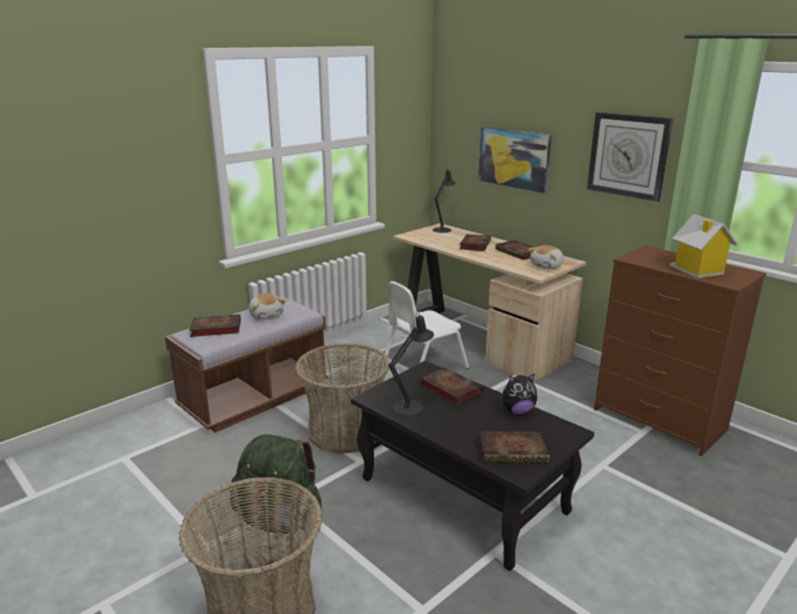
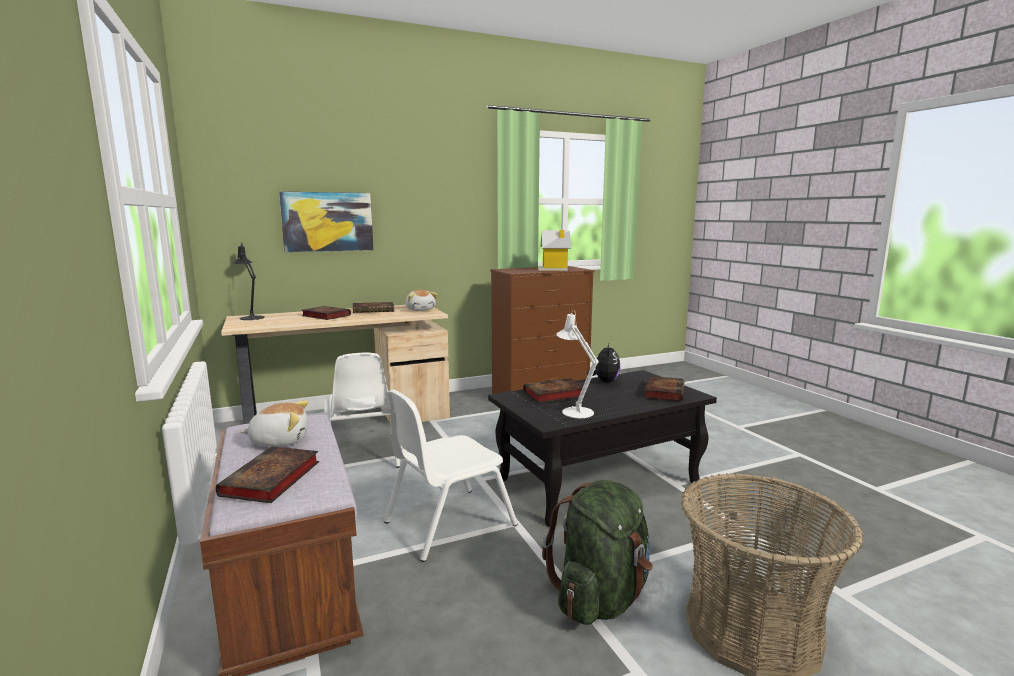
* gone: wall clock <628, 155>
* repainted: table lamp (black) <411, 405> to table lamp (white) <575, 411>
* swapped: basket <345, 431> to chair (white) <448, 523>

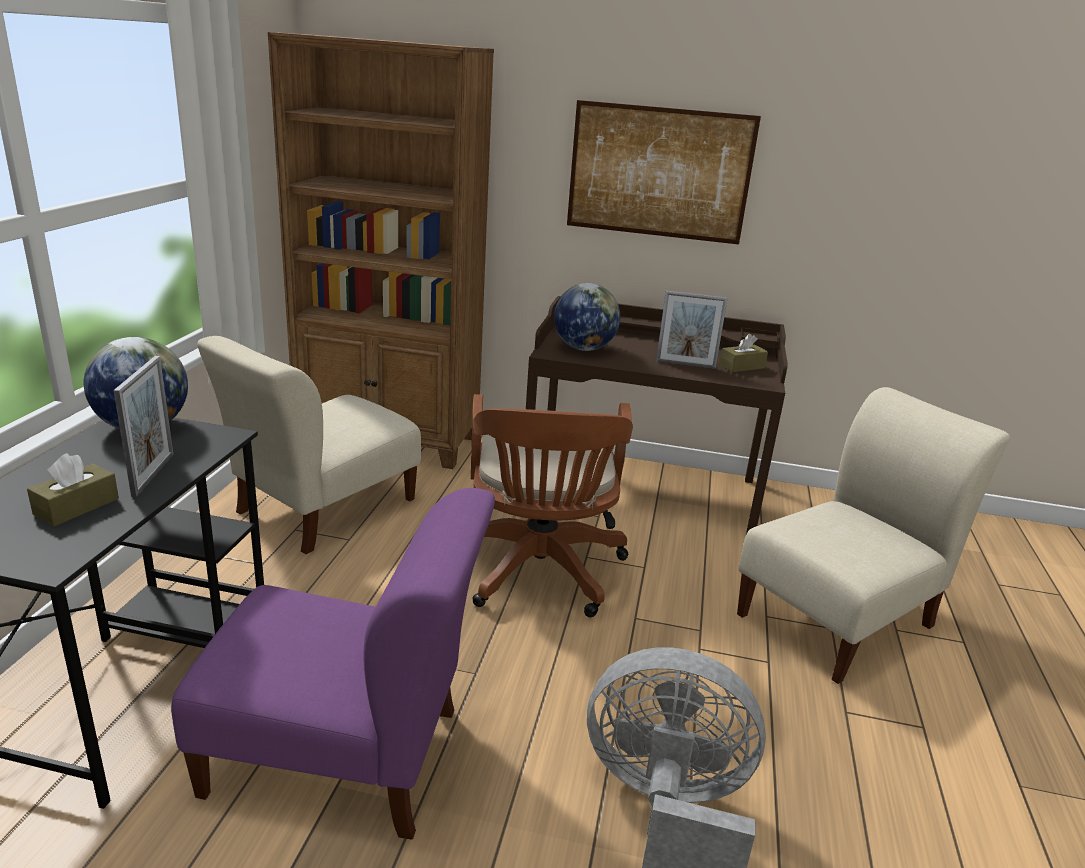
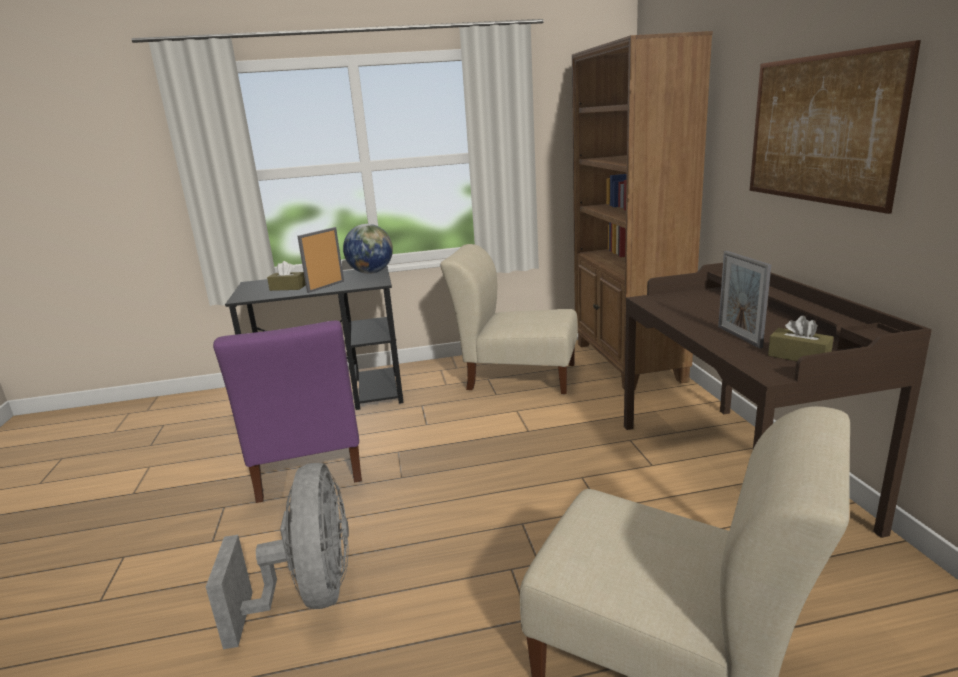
* gone: globe <584, 348>
* rotated: picture frame <153, 474> = <326, 286> 150 degrees clockwise
* gone: office chair (brown) <539, 573>

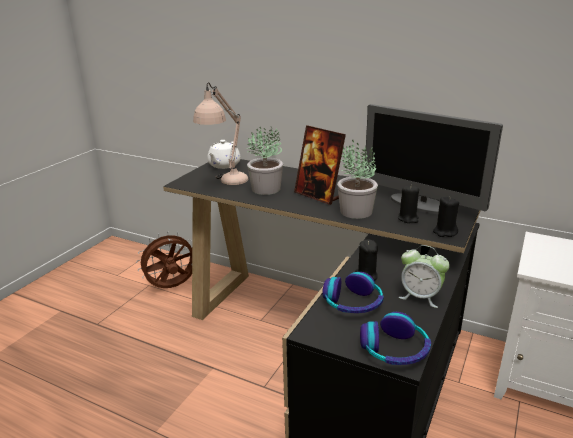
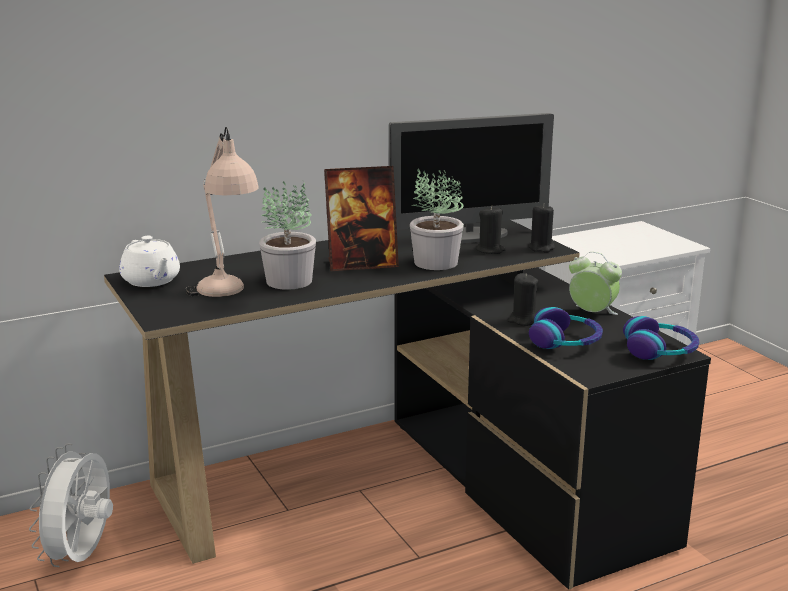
* repainted: fan (brown) <172, 287> to fan (white) <83, 557>
* rotated: alarm clock <420, 297> = <592, 313> 120 degrees counterclockwise

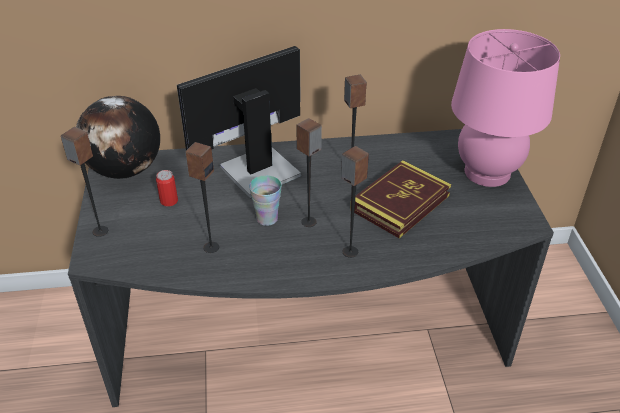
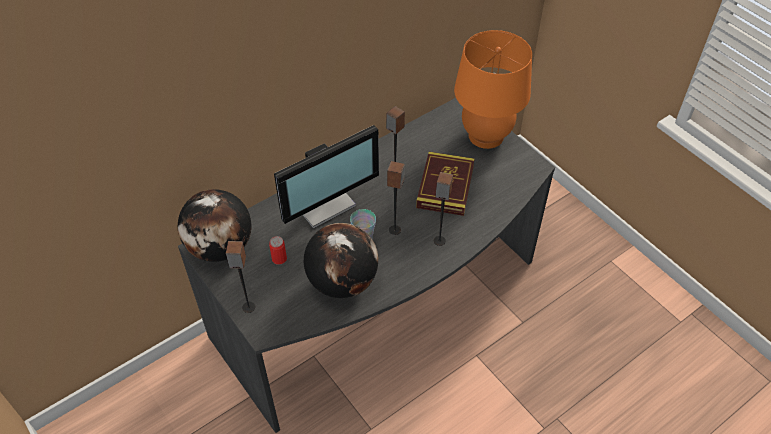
* repainted: table lamp (pink) <487, 172> to table lamp (orange) <486, 136>
* rotated: monitor <257, 170> = <323, 203> 150 degrees counterclockwise
* swapped: speaker <211, 247> to globe <342, 281>

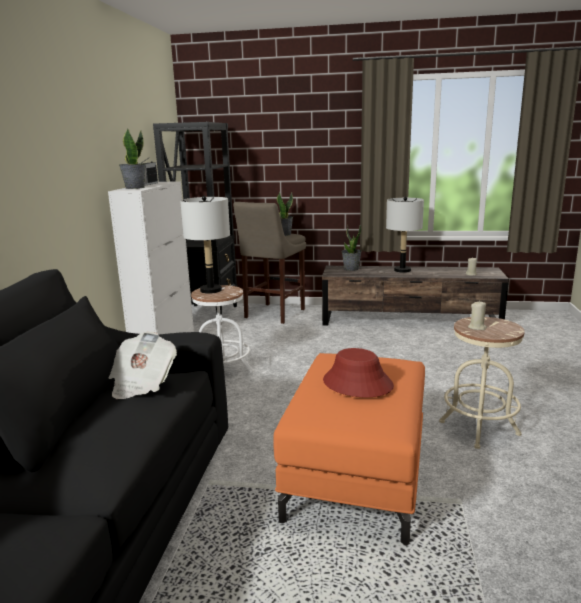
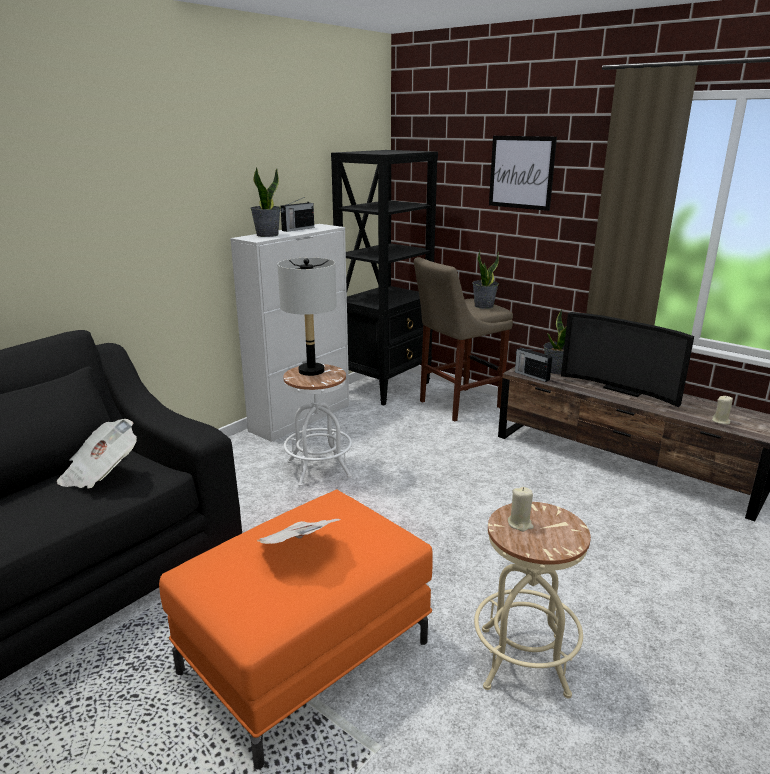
* swapped: table lamp (grey) <402, 270> to television <623, 389>
* swapped: hat (red) <357, 383> to newspaper <299, 549>
* new: picture <521, 172>
* new: radio <531, 375>

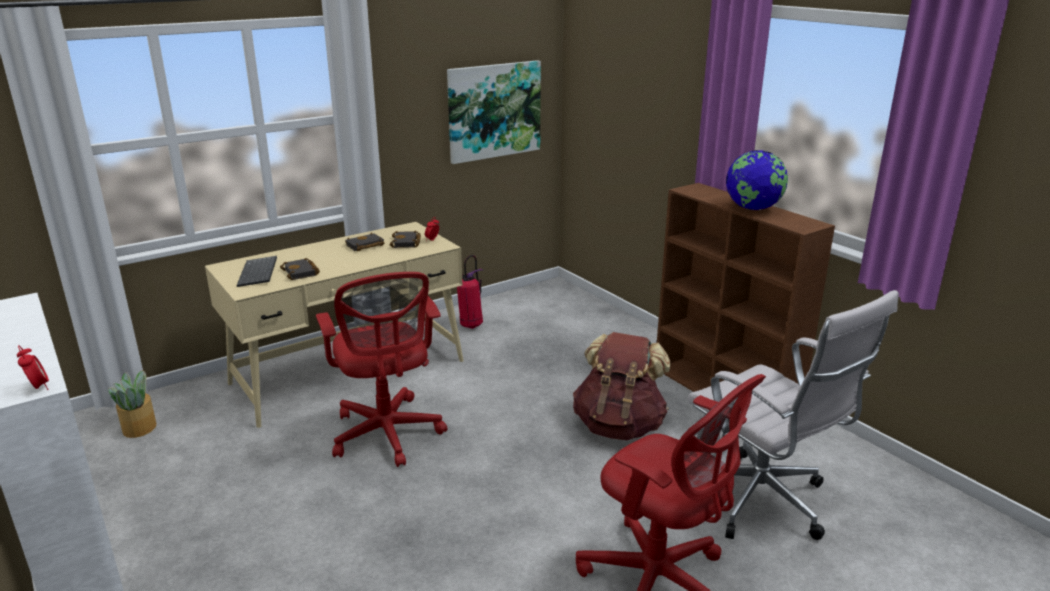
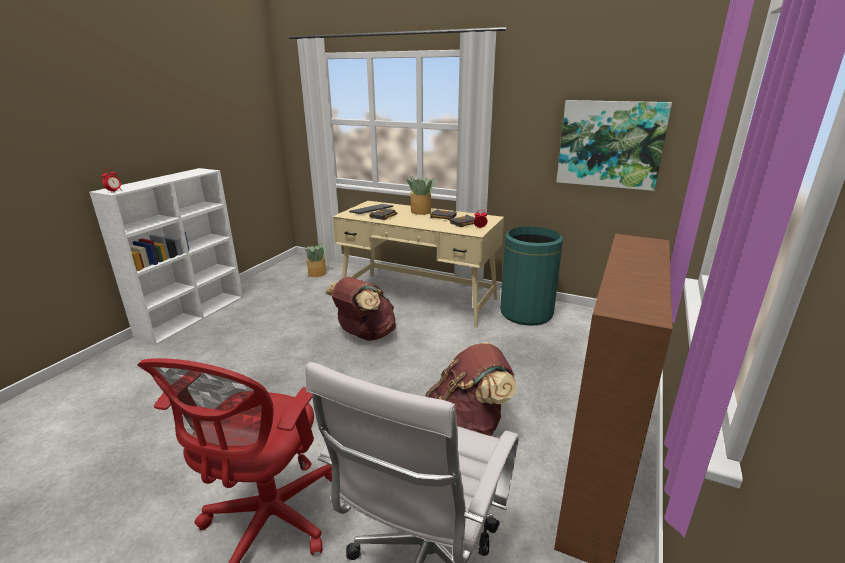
* gone: globe <753, 209>
* swapped: fire extinguisher <471, 325> to trash can (green) <526, 313>
* swapped: office chair (red) <387, 435> to backpack (brown) <365, 335>
* new: potted plant <421, 212>

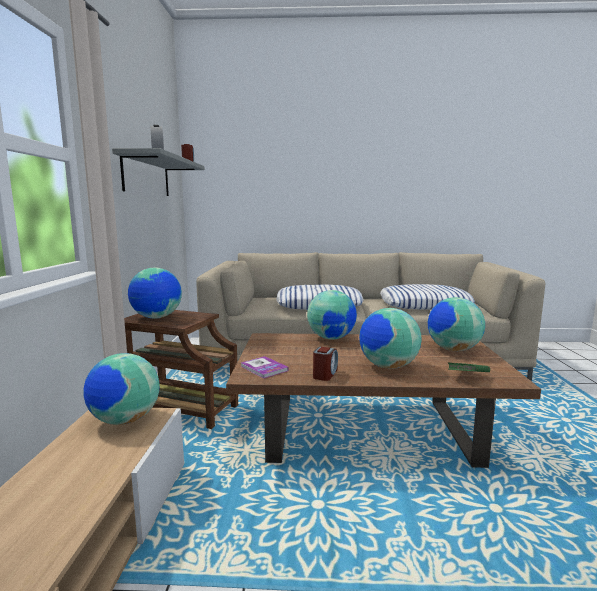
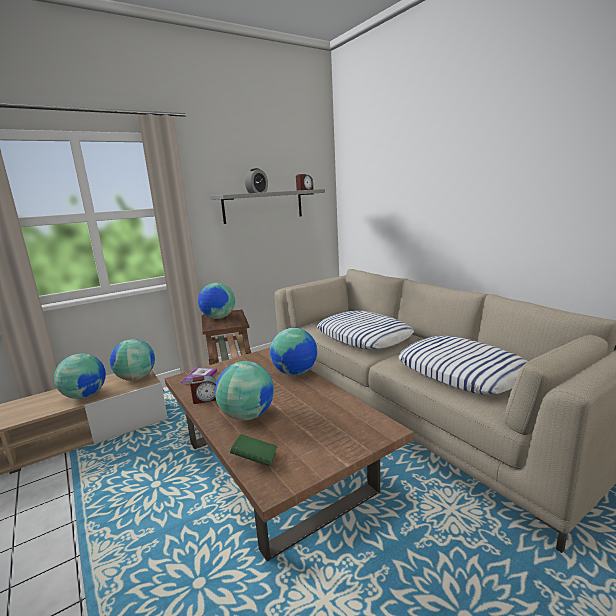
* shifted: globe <453, 349> to <85, 395>

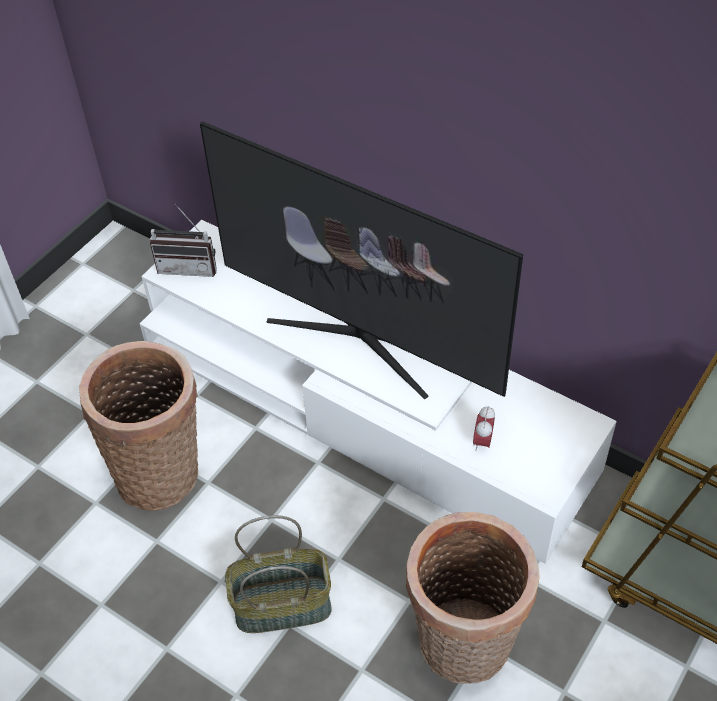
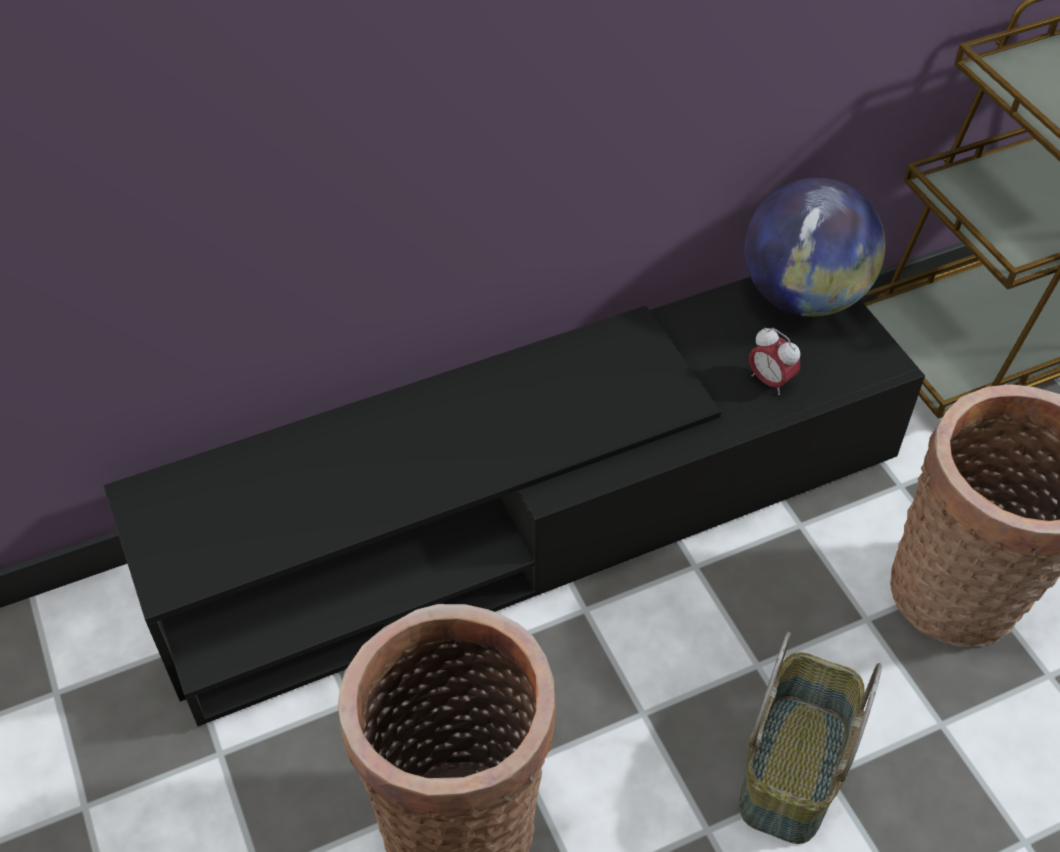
* gone: television <360, 338>
* gone: radio <189, 266>
* repainted: tv stand (white) <361, 407> to tv stand (black) <529, 515>
* new: globe <803, 296>

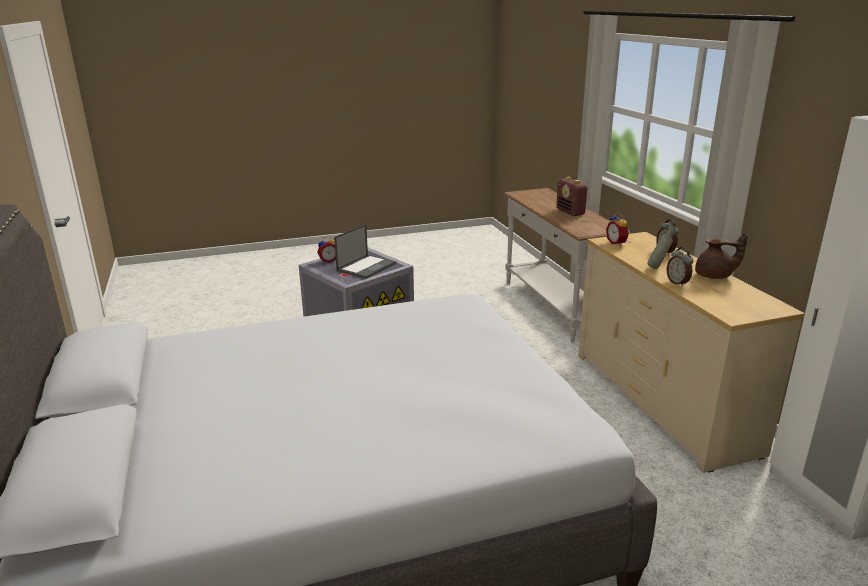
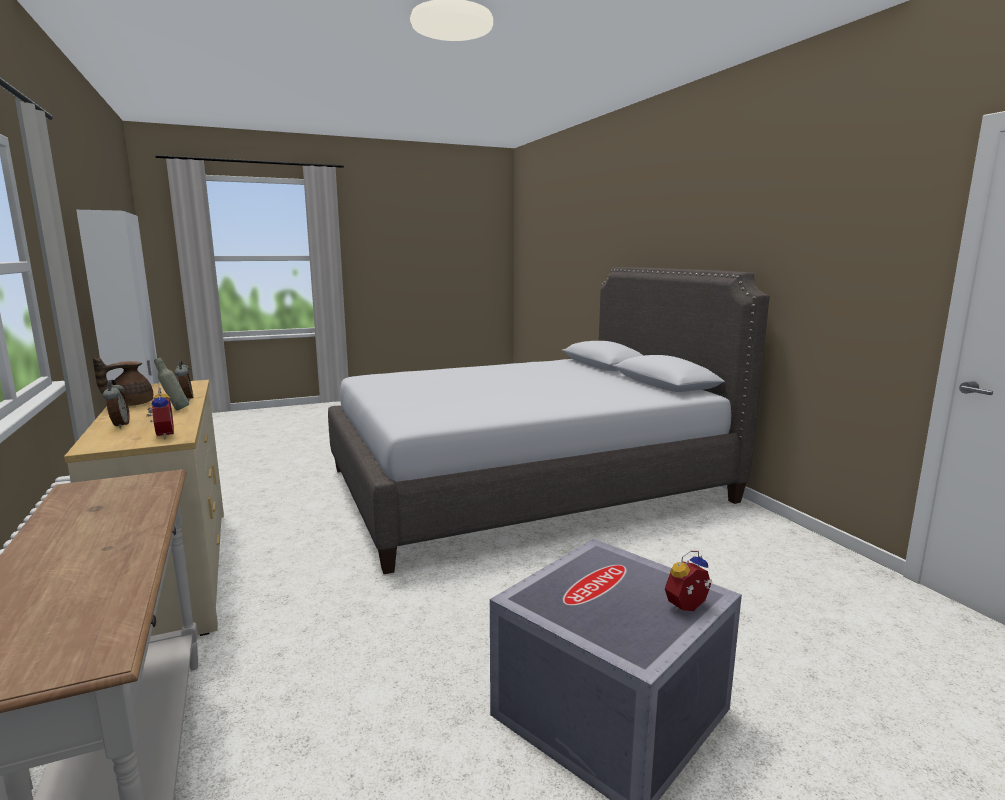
* gone: radio <570, 212>
* gone: laptop <366, 267>
* rotated: teapot (brown) <714, 276> = <129, 404> 60 degrees counterclockwise

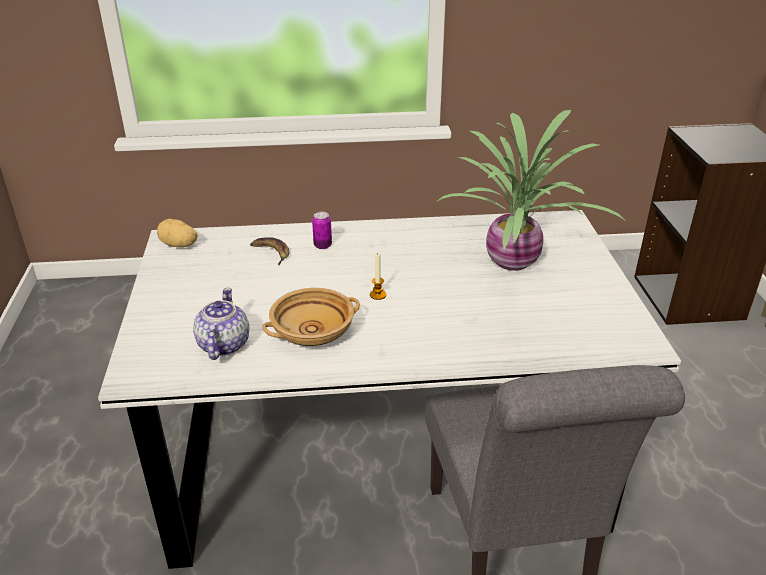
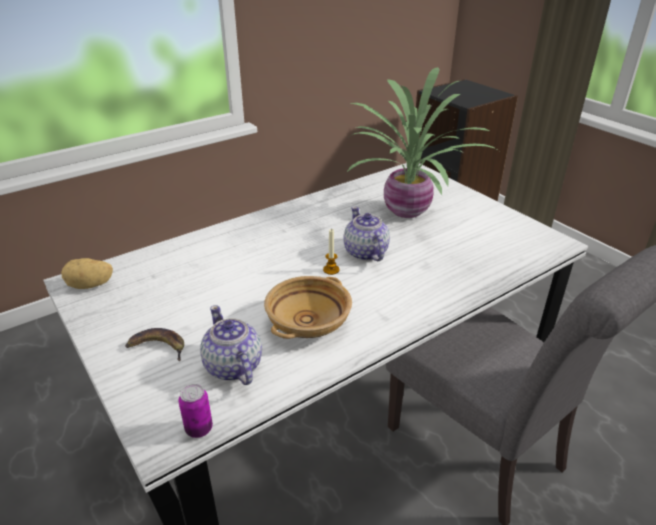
* shifted: can <322, 245> to <199, 429>
* shifted: banana <271, 252> to <157, 347>
* new: teapot <365, 253>

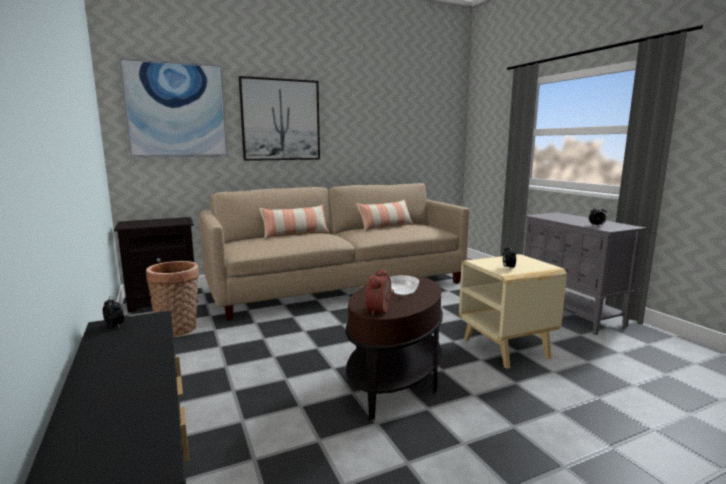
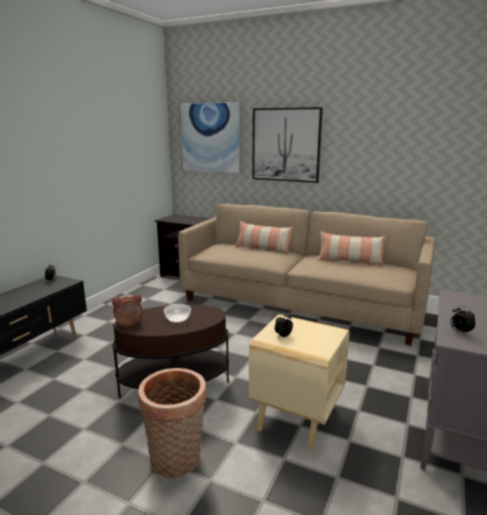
* shifted: basket <179, 330> to <176, 461>

